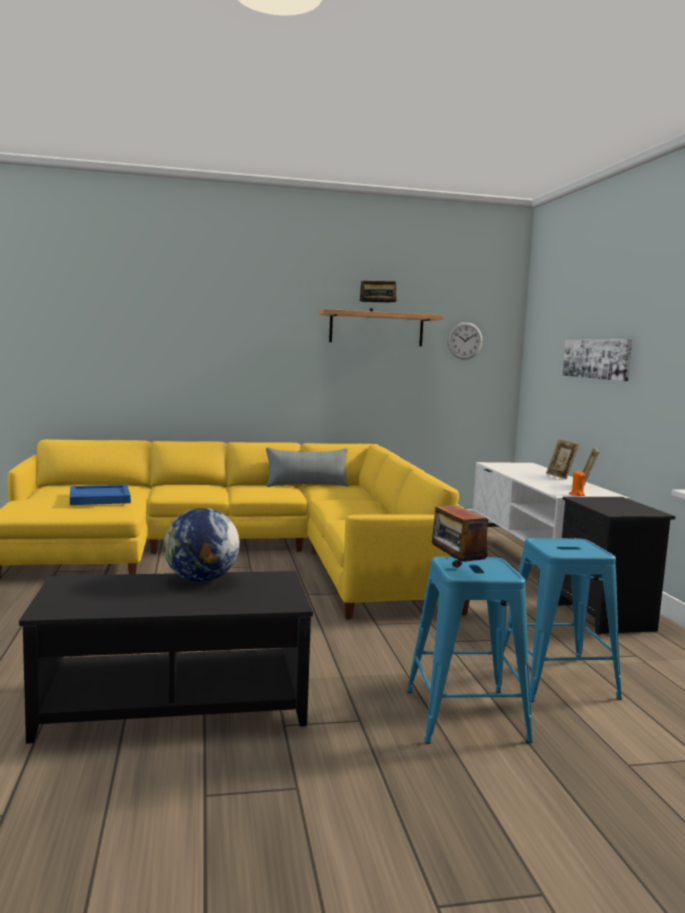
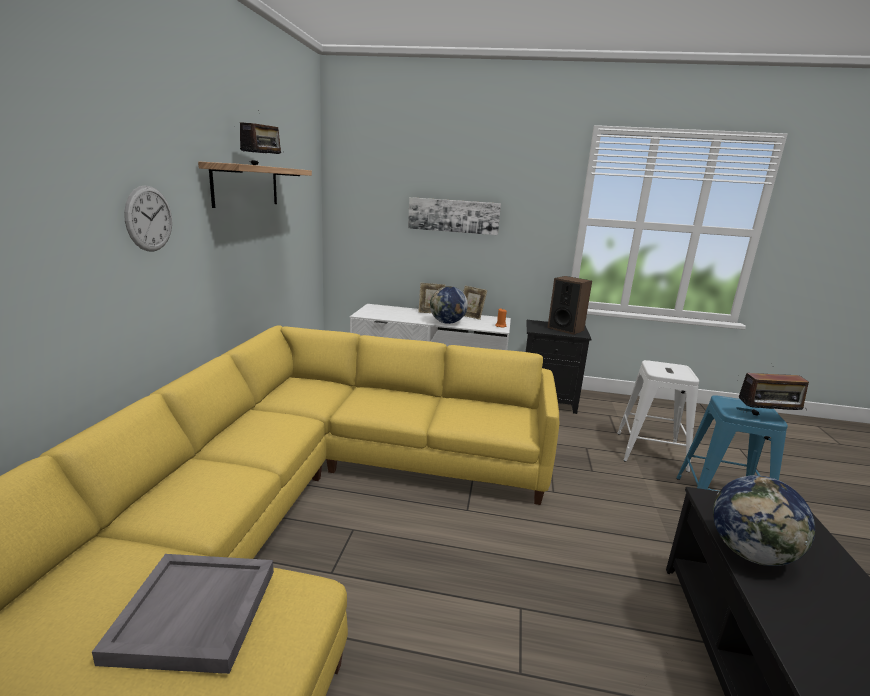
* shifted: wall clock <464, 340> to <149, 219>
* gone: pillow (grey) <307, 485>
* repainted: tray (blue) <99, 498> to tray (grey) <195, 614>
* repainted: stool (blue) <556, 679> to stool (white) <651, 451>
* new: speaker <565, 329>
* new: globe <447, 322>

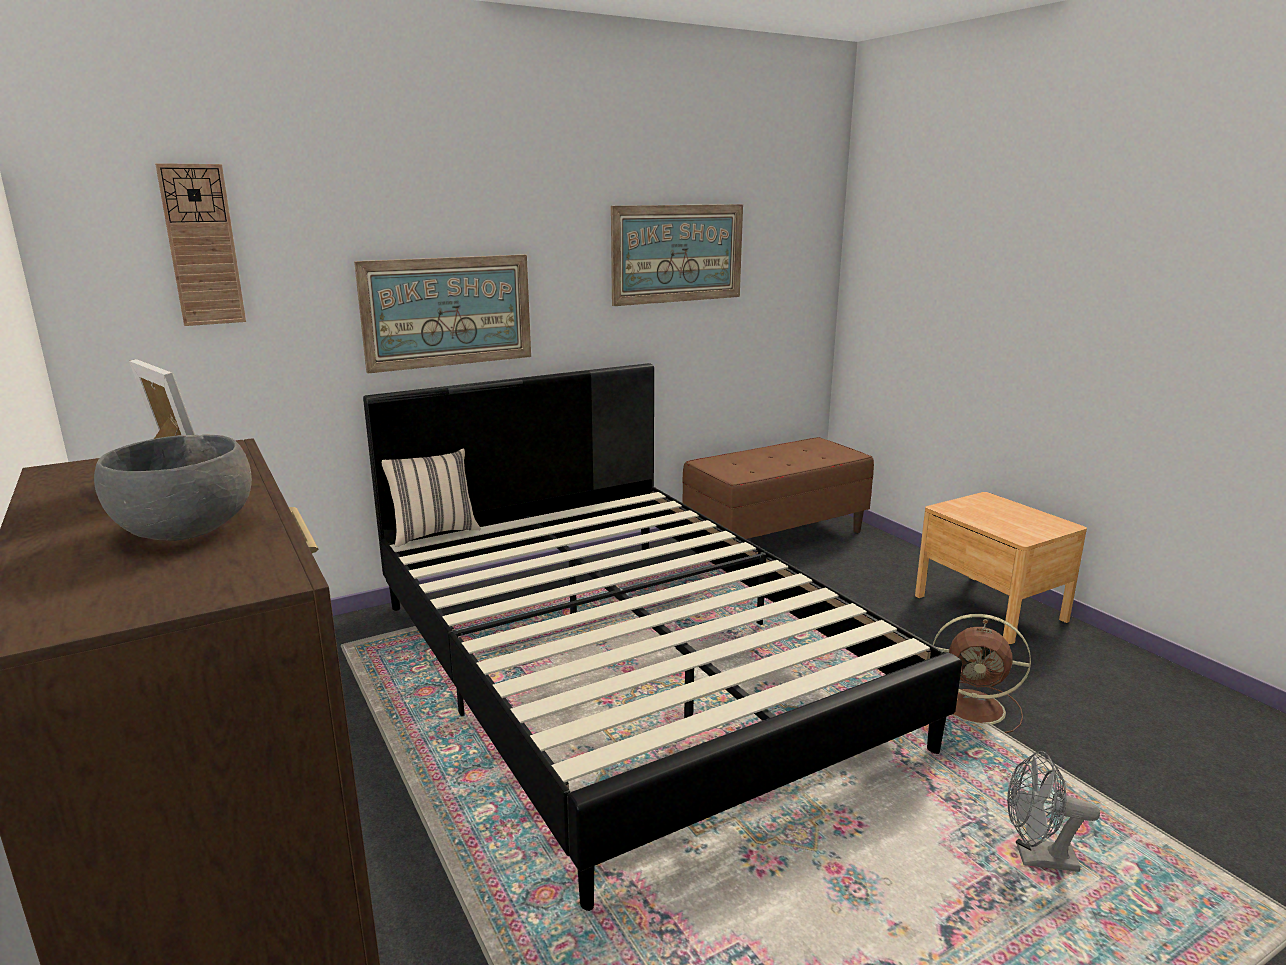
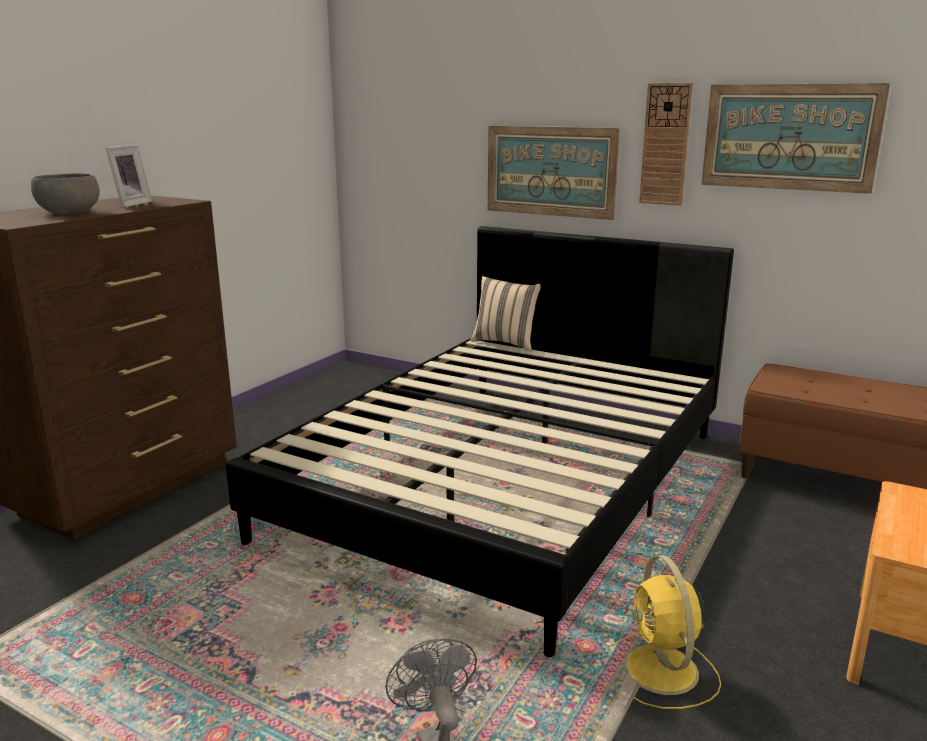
* shifted: wall clock <202, 246> to <665, 145>
* repainted: fan (brown) <975, 708> to fan (yellow) <662, 672>

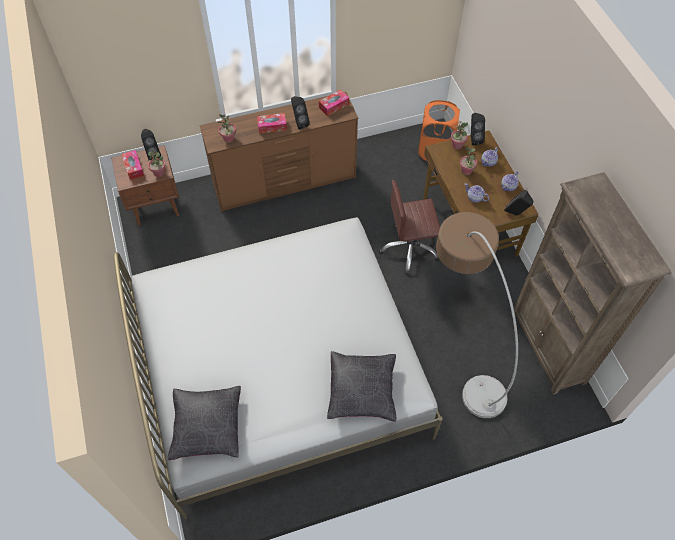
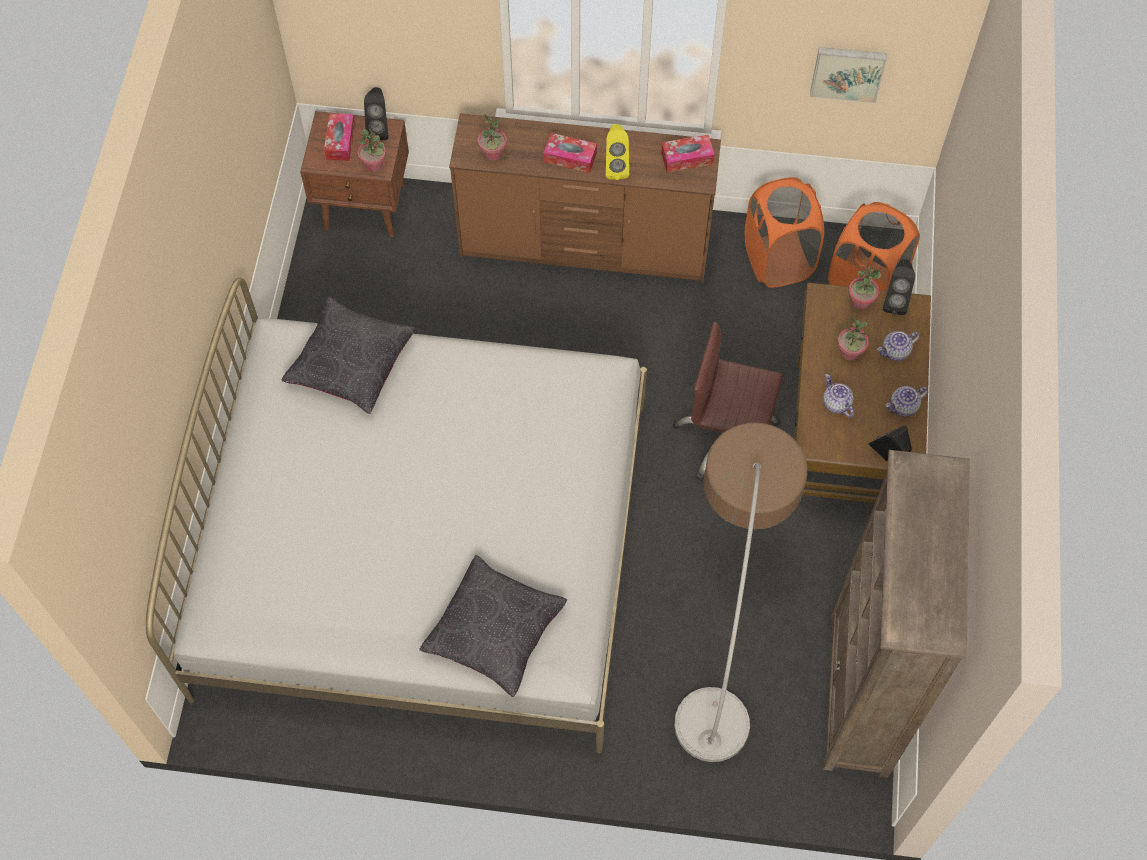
* repainted: speaker (black) <299, 123> to speaker (yellow) <616, 167>
* shifted: pillow (black) <207, 426> to <351, 363>
* new: picture <847, 72>
* new: laundry basket (orange) <778, 260>

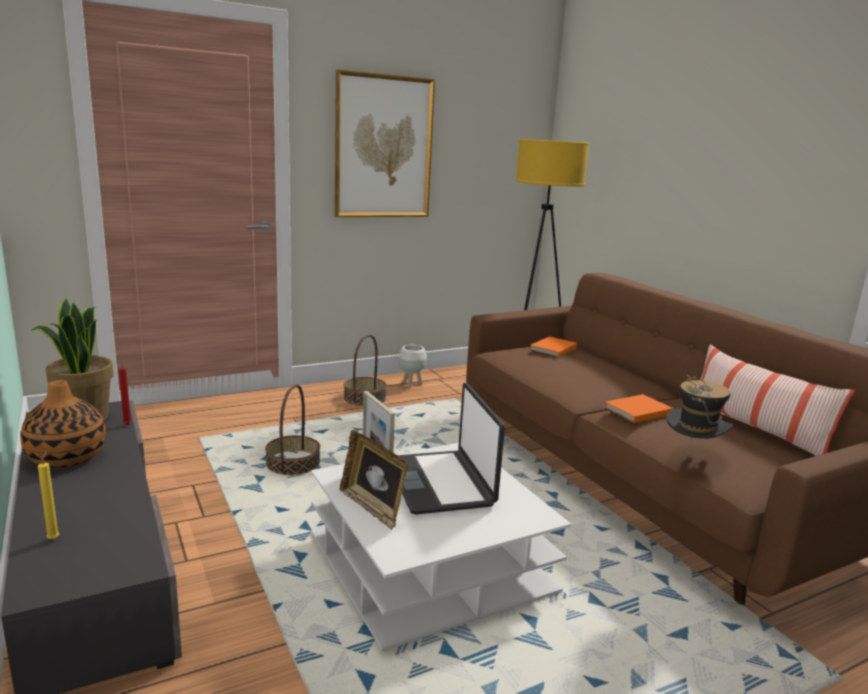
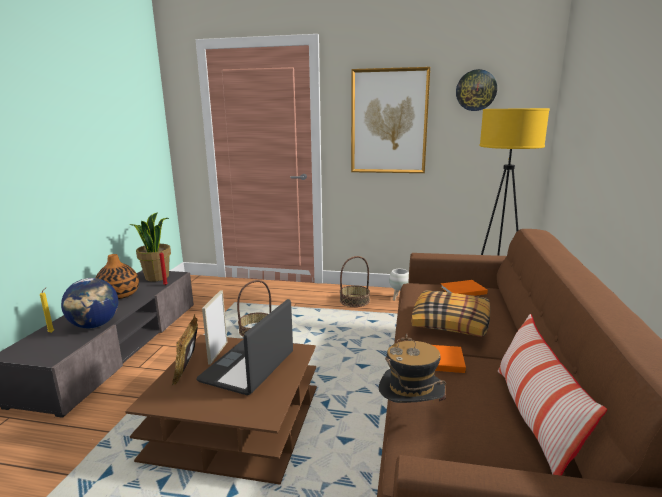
* repainted: coffee table (white) <430, 563> to coffee table (brown) <236, 422>
* new: wall clock <476, 90>
* new: globe <95, 325>
* new: pillow <451, 322>

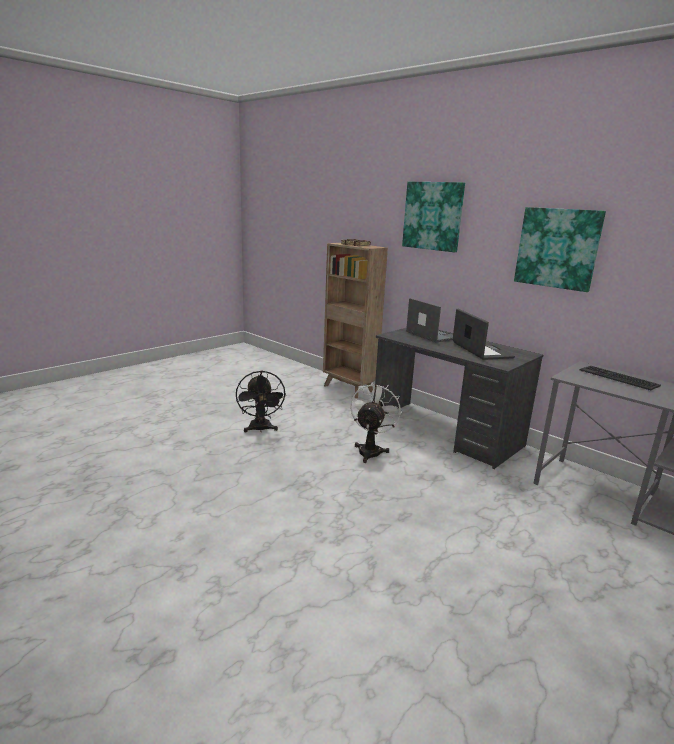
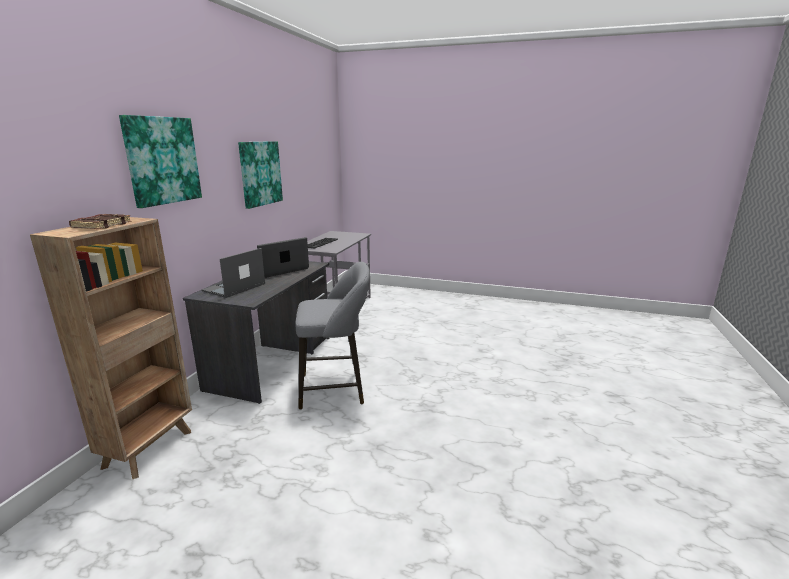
* gone: fan (black) <260, 429>
* swapped: fan (white) <371, 450> to stool (grey) <336, 389>

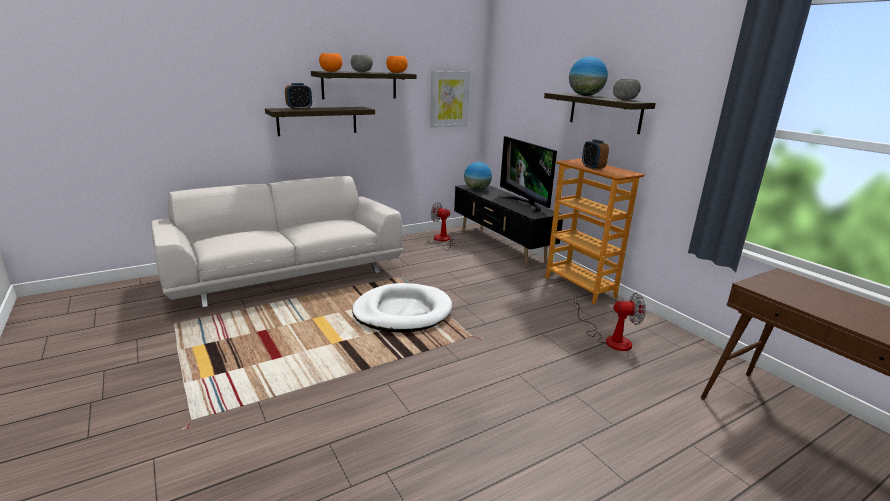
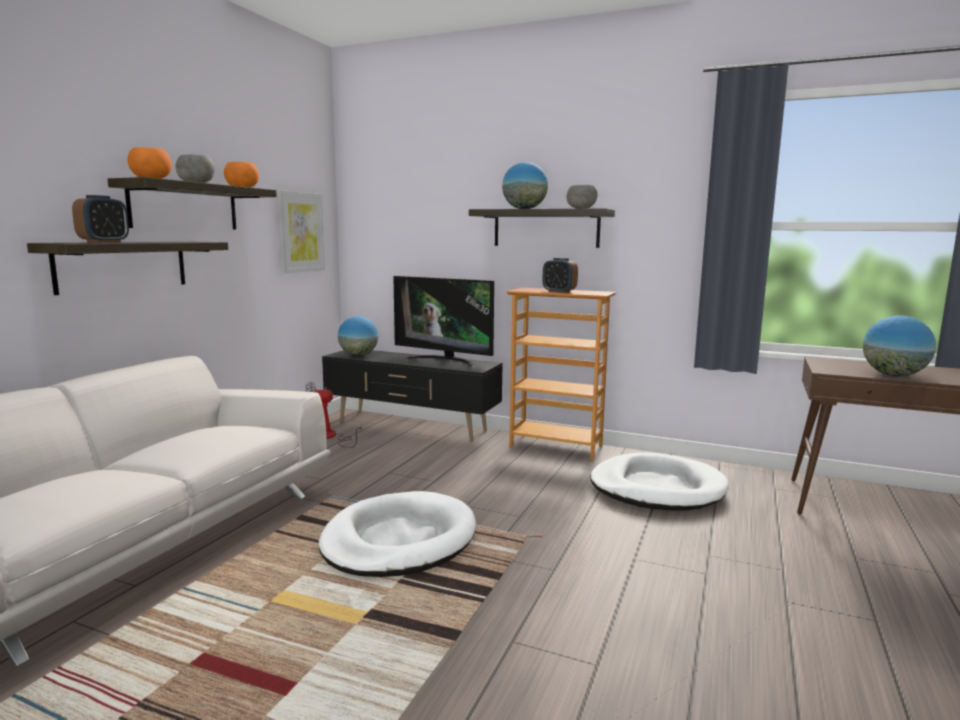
* swapped: fan <610, 339> to dog bed (white) <657, 488>
* new: globe <893, 375>

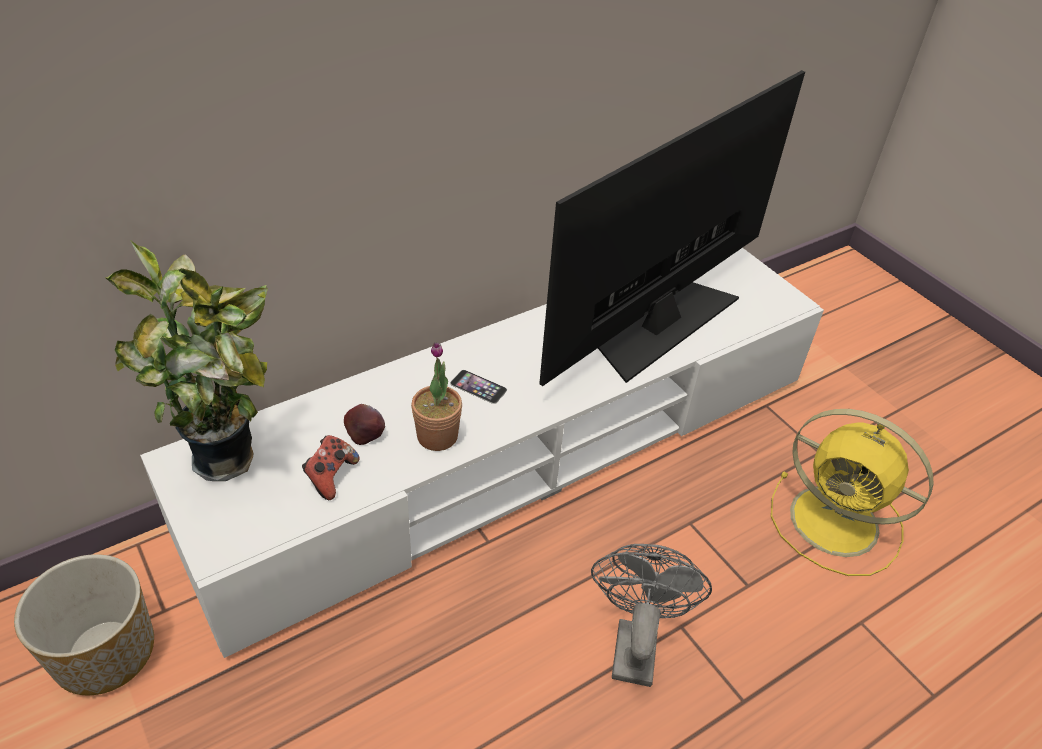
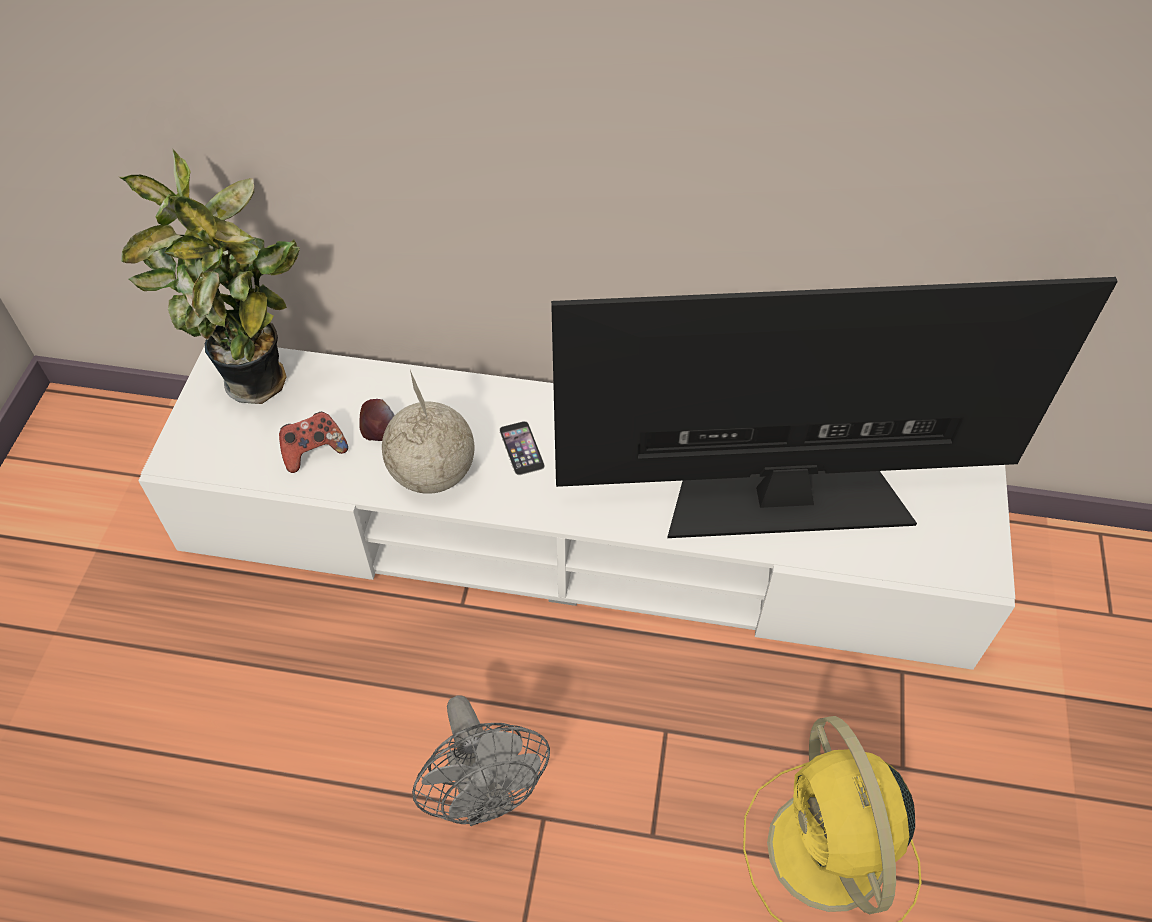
* swapped: potted plant <437, 436> to globe <433, 473>
* rotated: fan (grey) <634, 642> = <485, 796> 105 degrees clockwise
* gone: planter <106, 652>

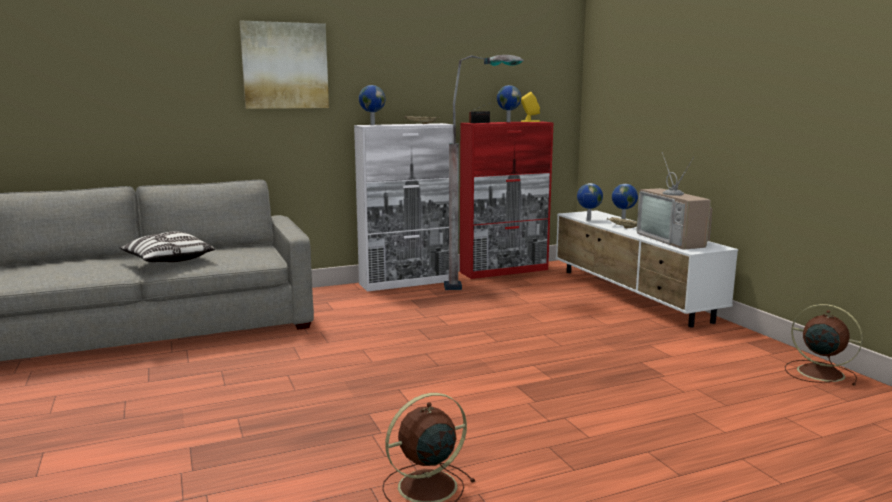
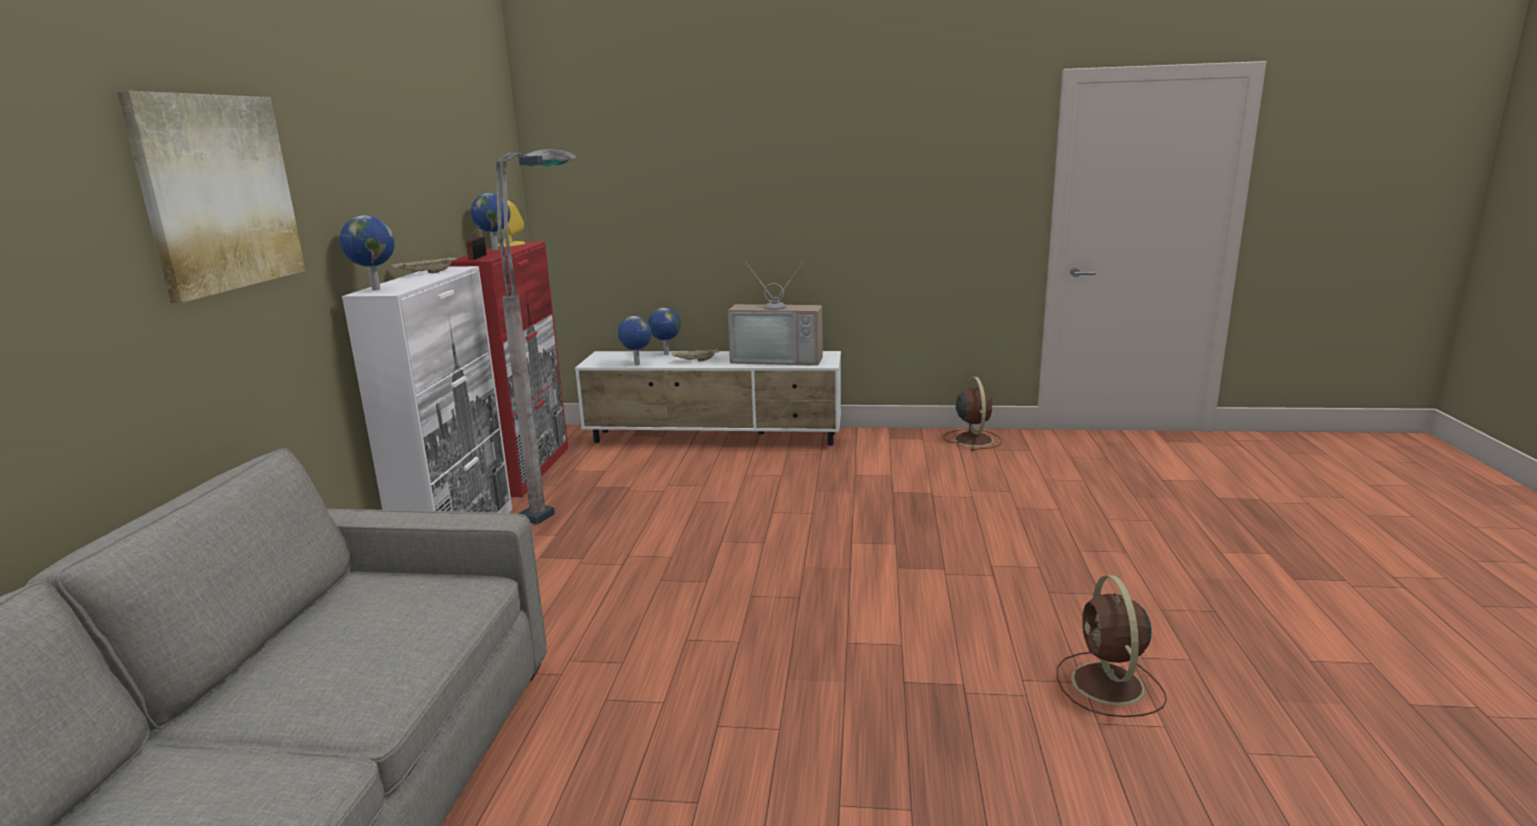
* gone: pillow <168, 261>
* rotated: fan (brown) <818, 372> = <972, 439> 105 degrees clockwise

